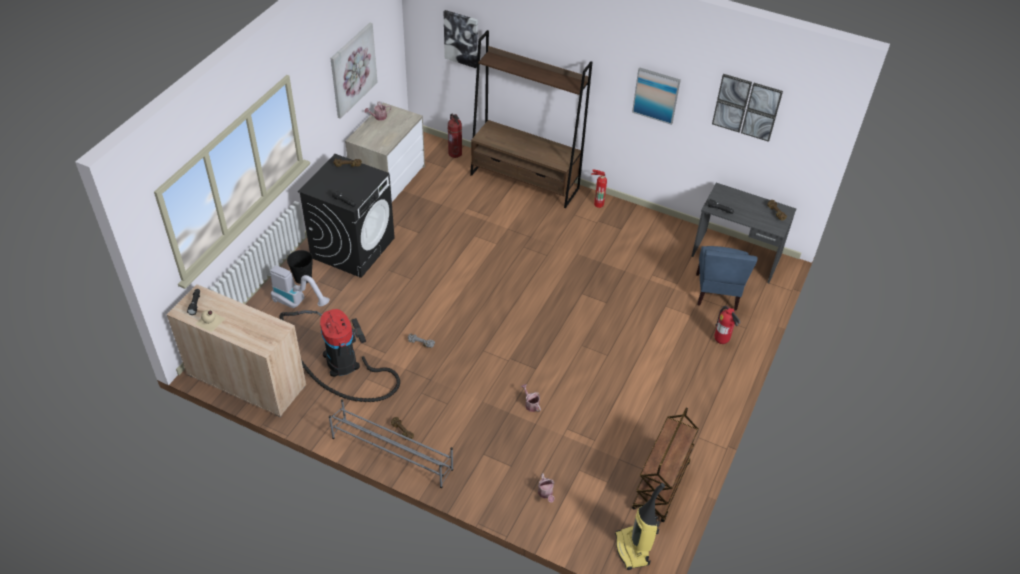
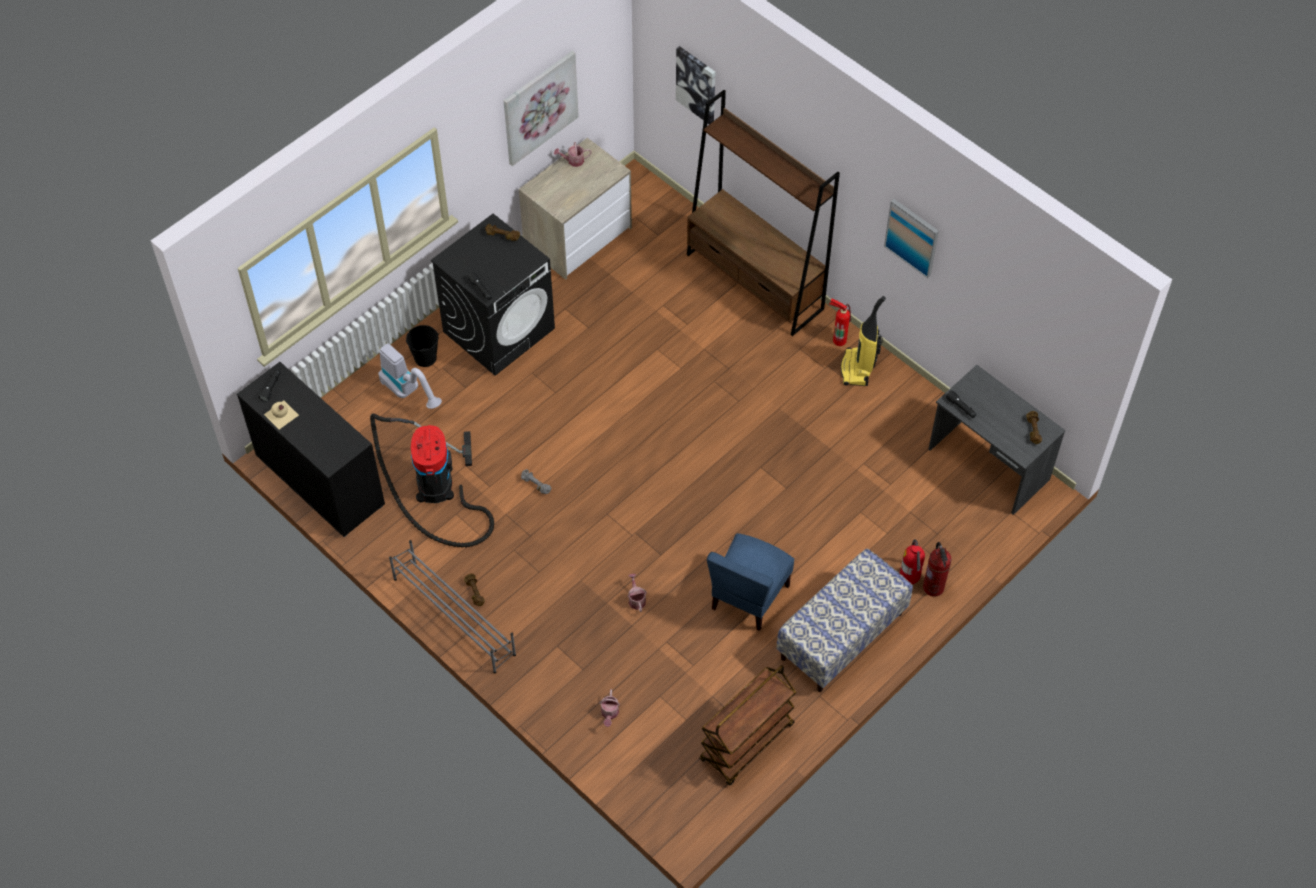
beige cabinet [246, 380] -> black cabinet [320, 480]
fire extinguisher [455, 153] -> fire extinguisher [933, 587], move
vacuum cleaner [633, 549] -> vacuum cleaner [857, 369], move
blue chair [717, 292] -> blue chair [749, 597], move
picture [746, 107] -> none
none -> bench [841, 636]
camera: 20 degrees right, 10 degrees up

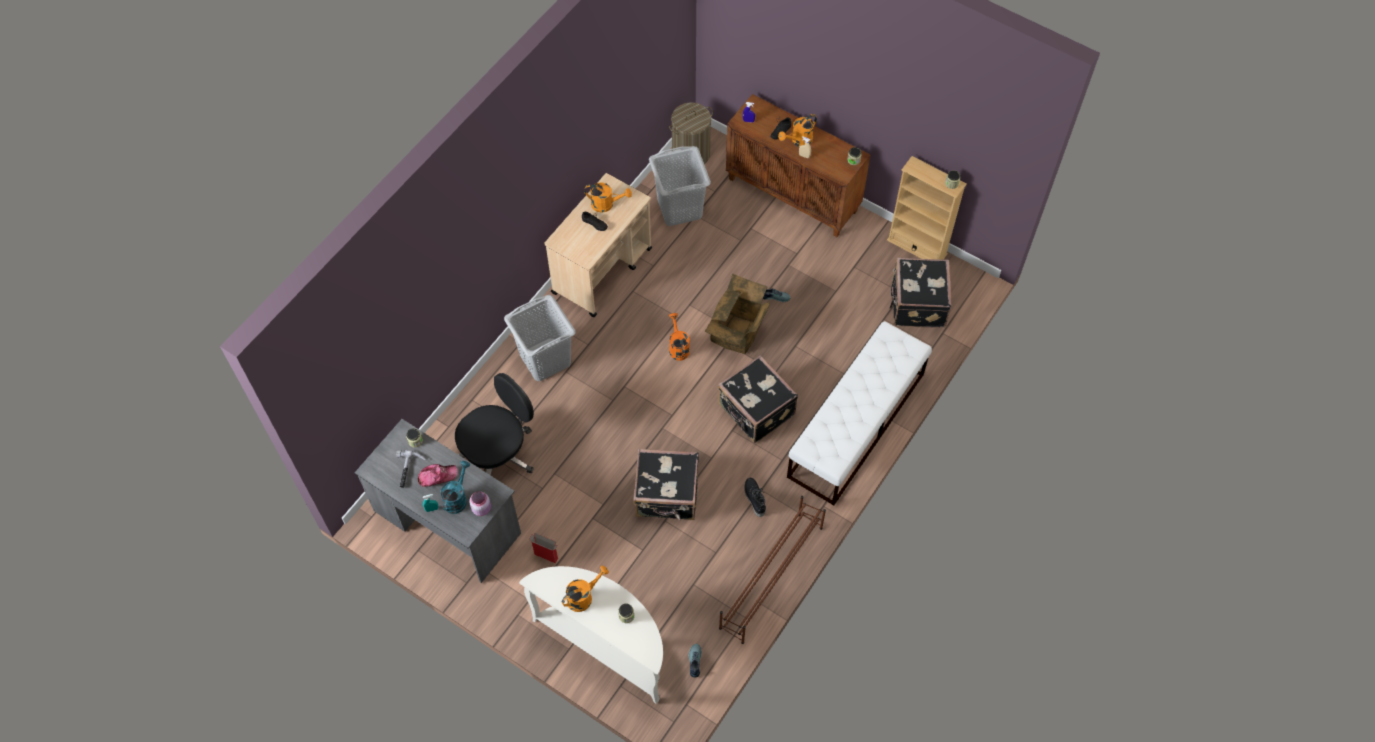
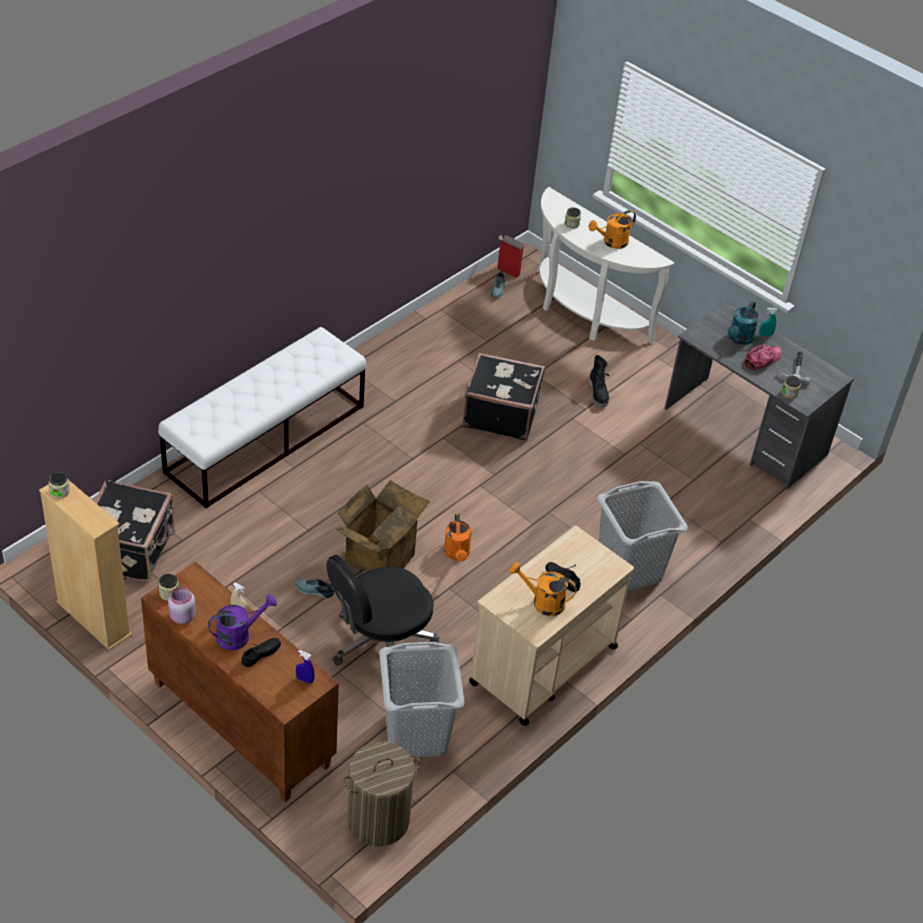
cap [437, 476] -> cap [762, 359], 150 degrees clockwise
black office chair [498, 453] -> black office chair [380, 643], move
pink jar [482, 508] -> pink jar [182, 617], move
cardboard box [546, 556] -> cardboard box [508, 271], move
black suitcase [755, 411] -> none
brown shoe rack [770, 577] -> none
black boot [754, 498] -> black boot [598, 394], move
orange watering can [798, 141] -> purple watering can [239, 635]
camera: 175 degrees left, 15 degrees down

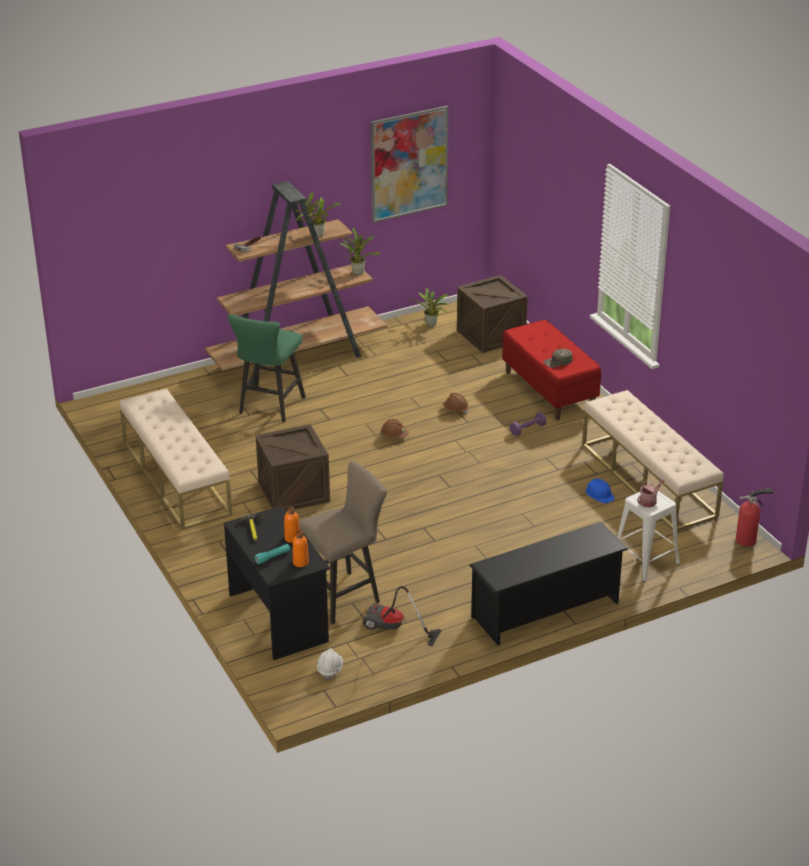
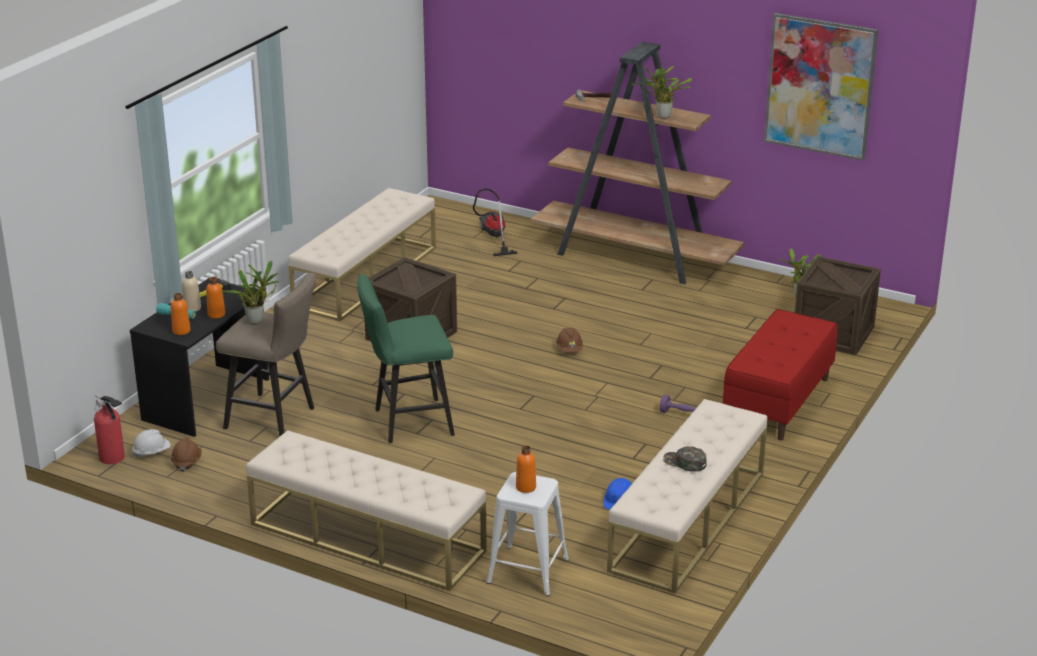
green stool [269, 408] -> green stool [407, 422], move
potted plant [358, 272] -> potted plant [257, 320], move
vacuum cleaner [393, 629] -> vacuum cleaner [493, 237], move
brown hard hat [455, 410] -> brown hard hat [187, 462], move
black shoe rack [546, 610] -> beige bench [366, 537]
green cap [558, 361] -> green cap [684, 462], move
watering can [649, 501] -> orange bottle [525, 487]
fire extinguisher [748, 540] -> fire extinguisher [113, 458], move
none -> beige bottle [192, 308]
camera: 55 degrees right, 5 degrees down

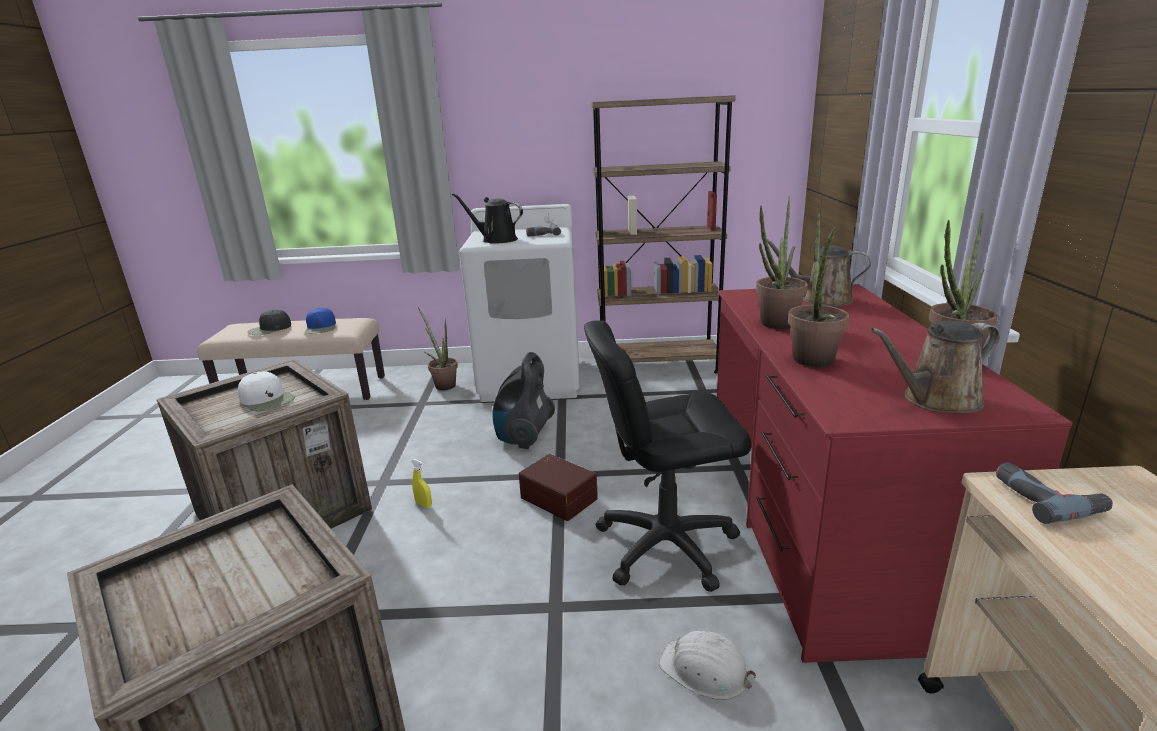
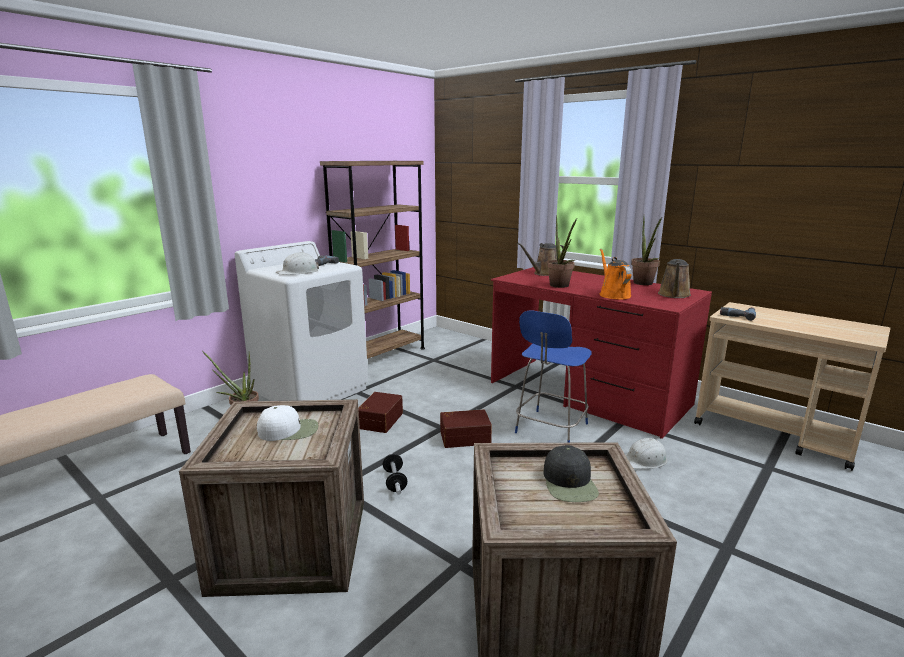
black cap [269, 329] -> black cap [570, 483], move
blue cap [321, 327] -> none
yellow spray bottle [424, 505] -> dumbbell [395, 481]
black watering can [496, 240] -> white hard hat [298, 272]
vacuum cleaner [524, 437] -> brown storage box [379, 420]
black office chair [666, 545] -> blue stool [550, 429]
potted plant [813, 363] -> orange watering can [613, 295]
camera: 50 degrees left, 5 degrees down

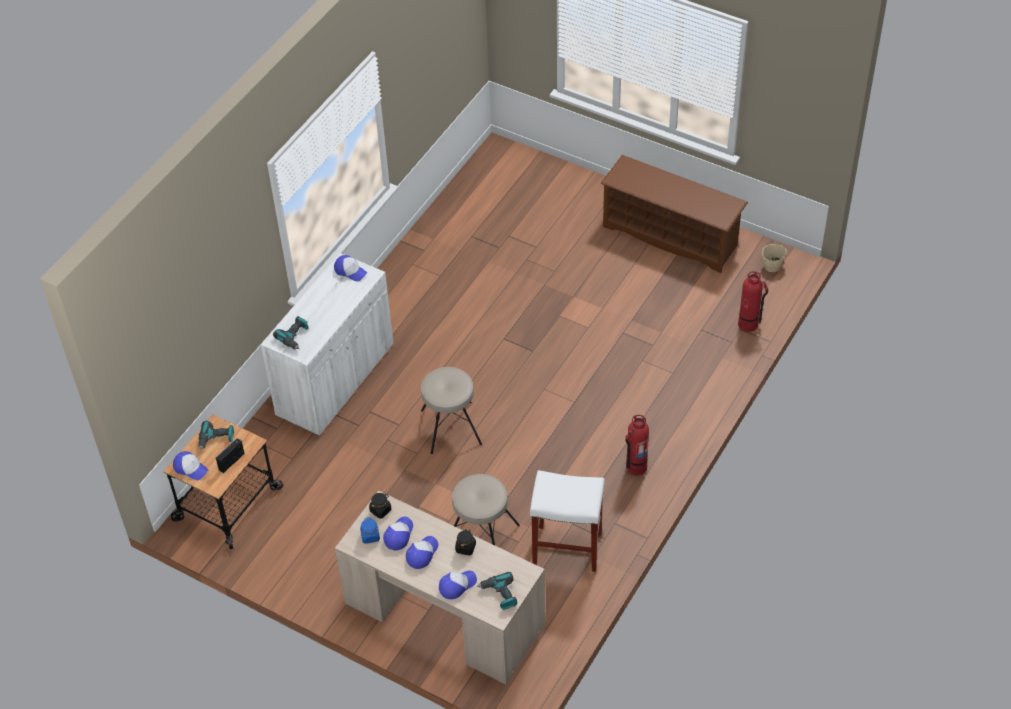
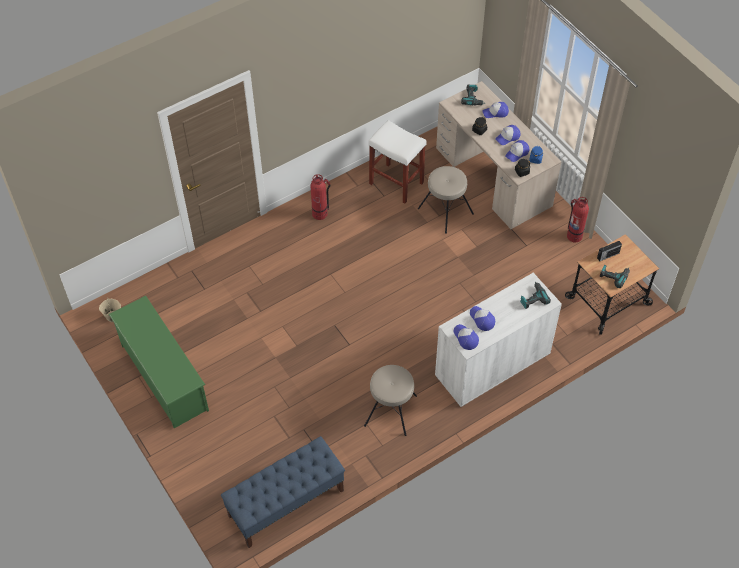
cap [190, 468] -> cap [482, 319], move
beige stool [450, 427] -> beige stool [391, 410], move
brown shoe rack [671, 236] -> green shoe rack [164, 377]
fire extinguisher [748, 324] -> fire extinguisher [574, 235], move
none -> blue bench [286, 503]
camera: 155 degrees left, 5 degrees up

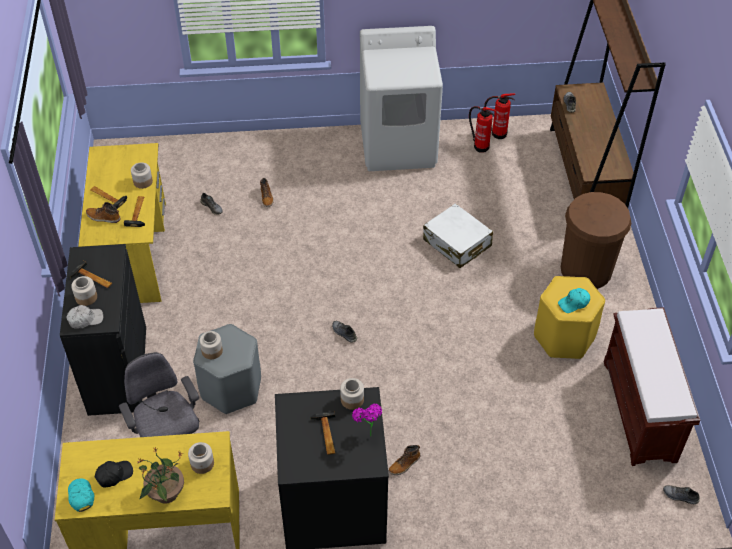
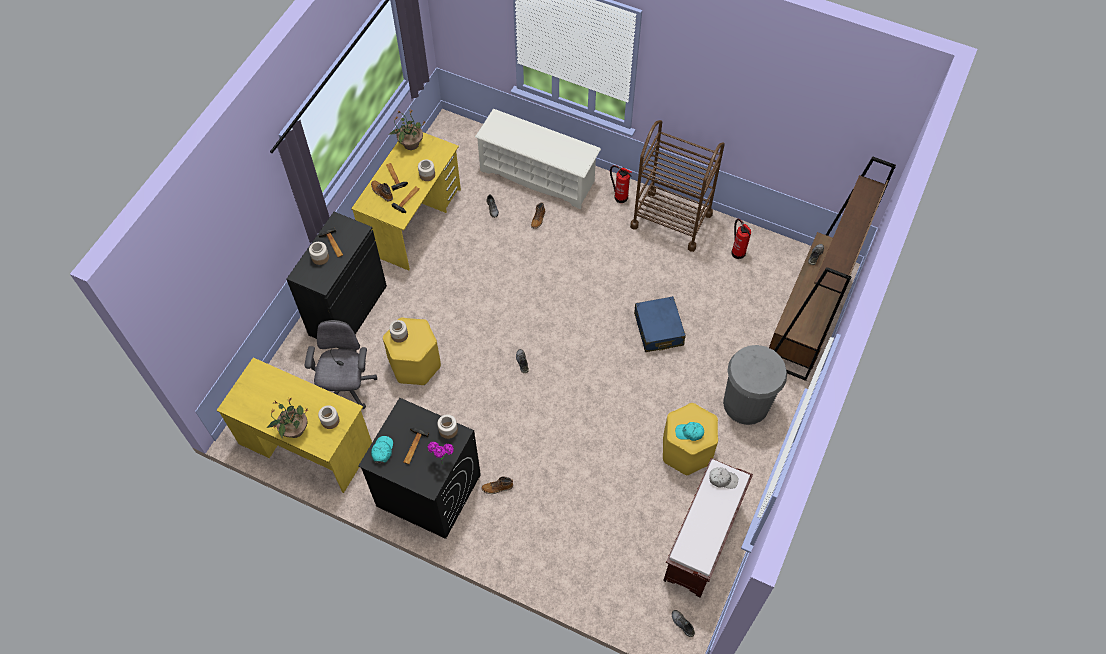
white cap [85, 319] -> white cap [722, 479], move
turquoise cap [81, 496] -> turquoise cap [382, 451], move
black cap [114, 475] -> none
grey stool [231, 388] -> yellow stool [415, 364]
white washing machine [398, 145] -> brown cart [671, 220]
white suitcase [457, 243] -> blue suitcase [658, 329]
fire extinguisher [497, 133] -> fire extinguisher [620, 196], move
brown trash can [586, 270] -> grey trash can [746, 403]
none -> potted plant [410, 144]
none -> white shoe rack [538, 176]
camera: 30 degrees right, 10 degrees up

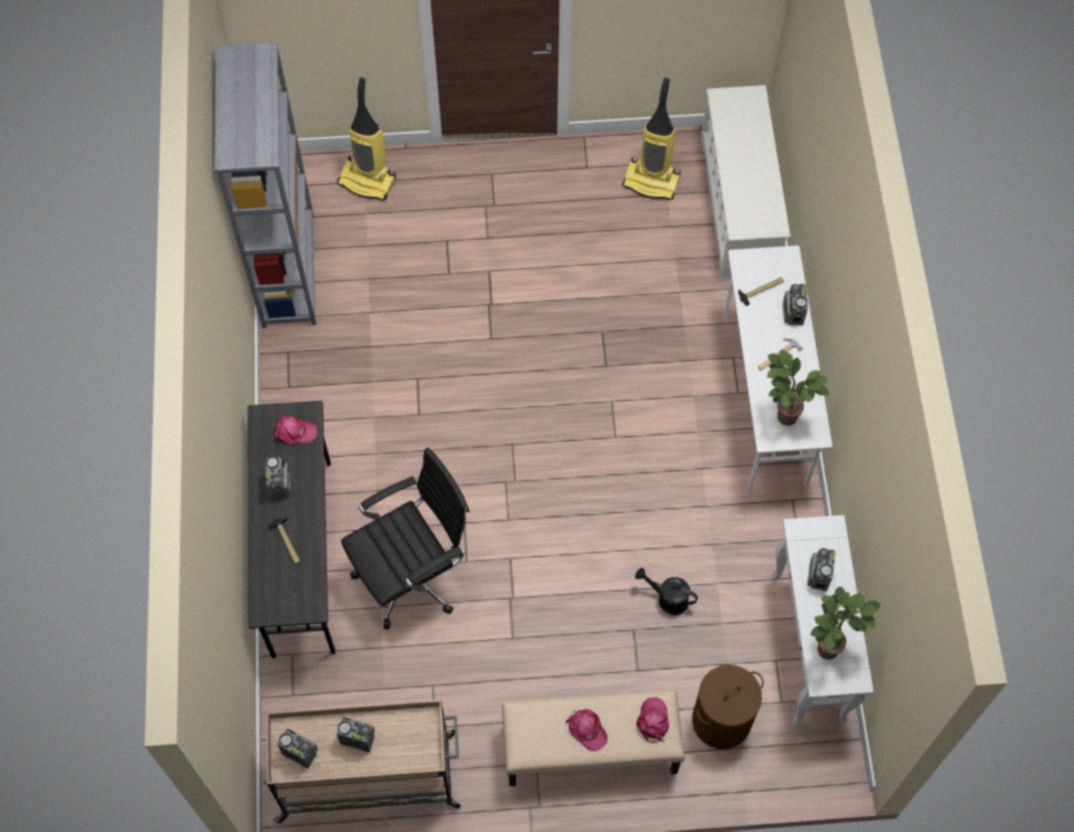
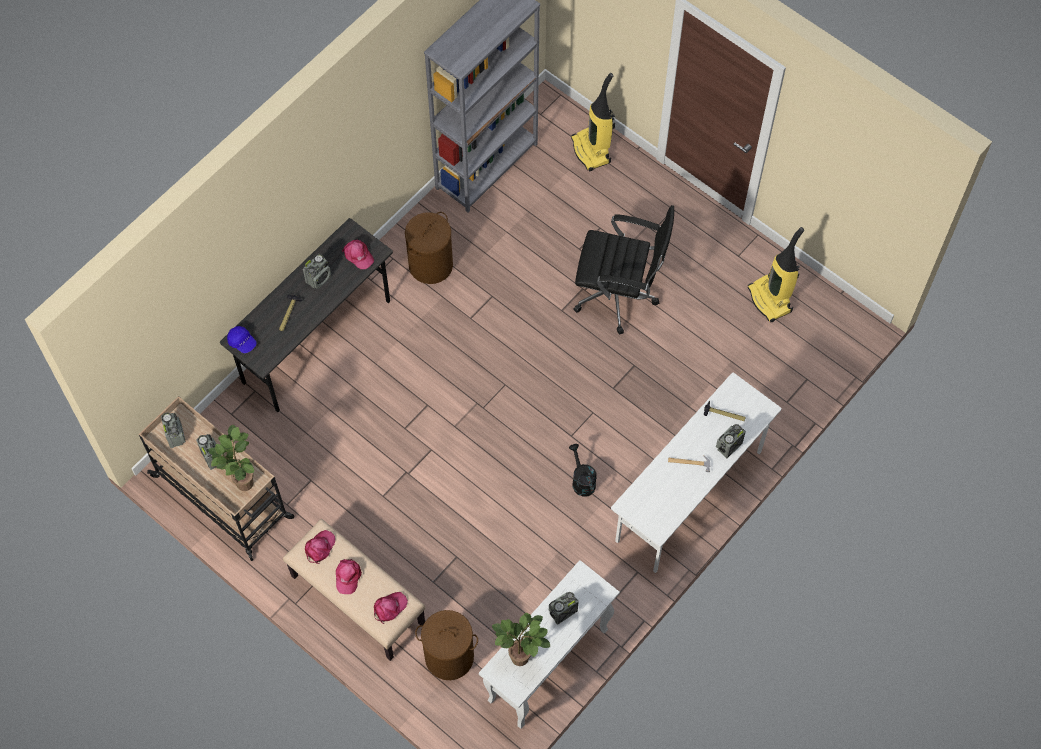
black office chair [413, 576] -> black office chair [619, 296], move
black watering can [667, 599] -> black watering can [582, 480], move
white shoe rack [738, 205] -> none
potted plant [783, 417] -> potted plant [242, 481], move
none -> blue cap [242, 342]
none -> pink cap [319, 547]
none -> brown laundry basket [431, 264]
camera: 45 degrees right, 0 degrees up

